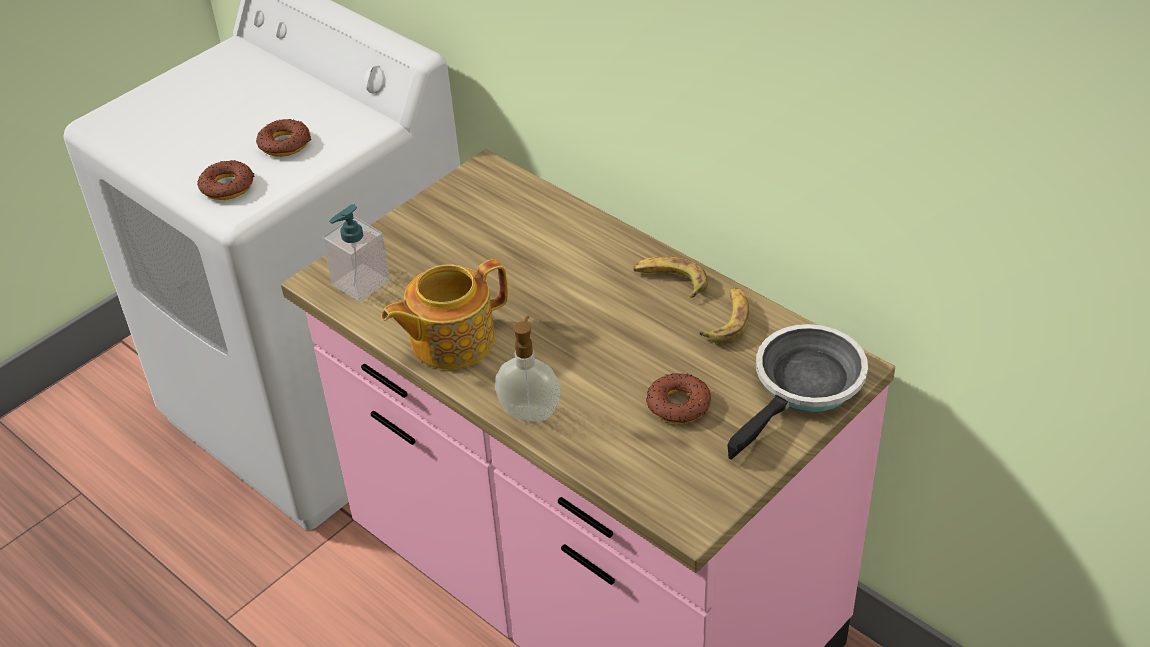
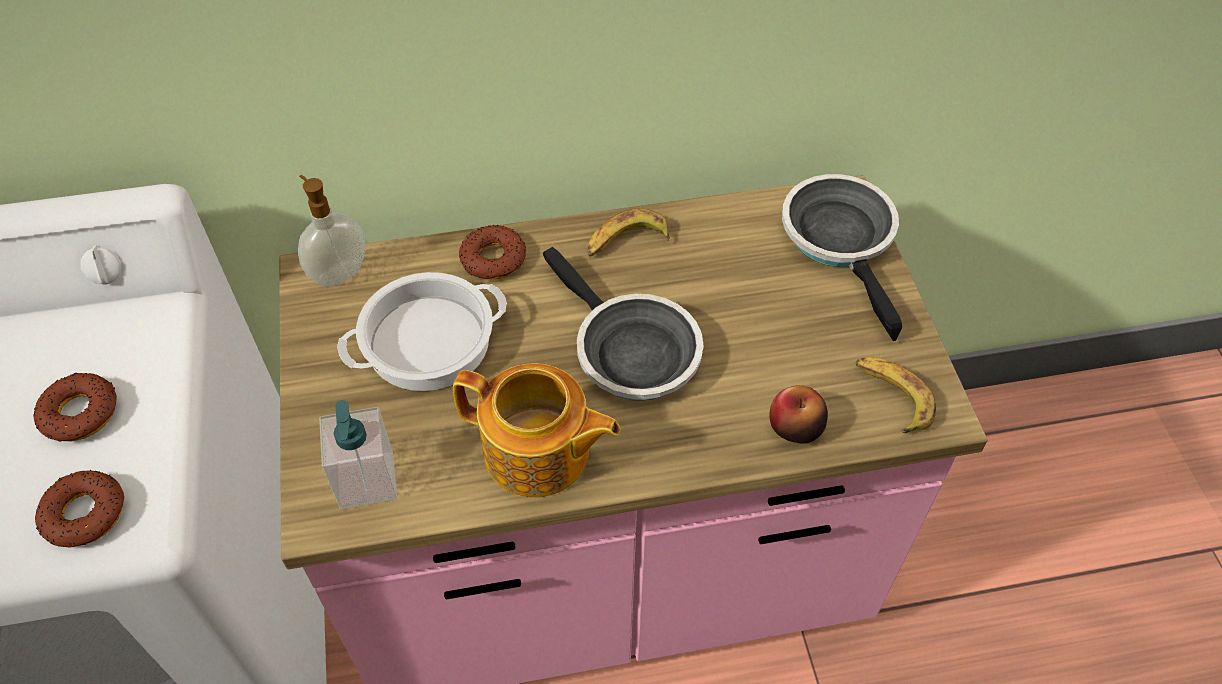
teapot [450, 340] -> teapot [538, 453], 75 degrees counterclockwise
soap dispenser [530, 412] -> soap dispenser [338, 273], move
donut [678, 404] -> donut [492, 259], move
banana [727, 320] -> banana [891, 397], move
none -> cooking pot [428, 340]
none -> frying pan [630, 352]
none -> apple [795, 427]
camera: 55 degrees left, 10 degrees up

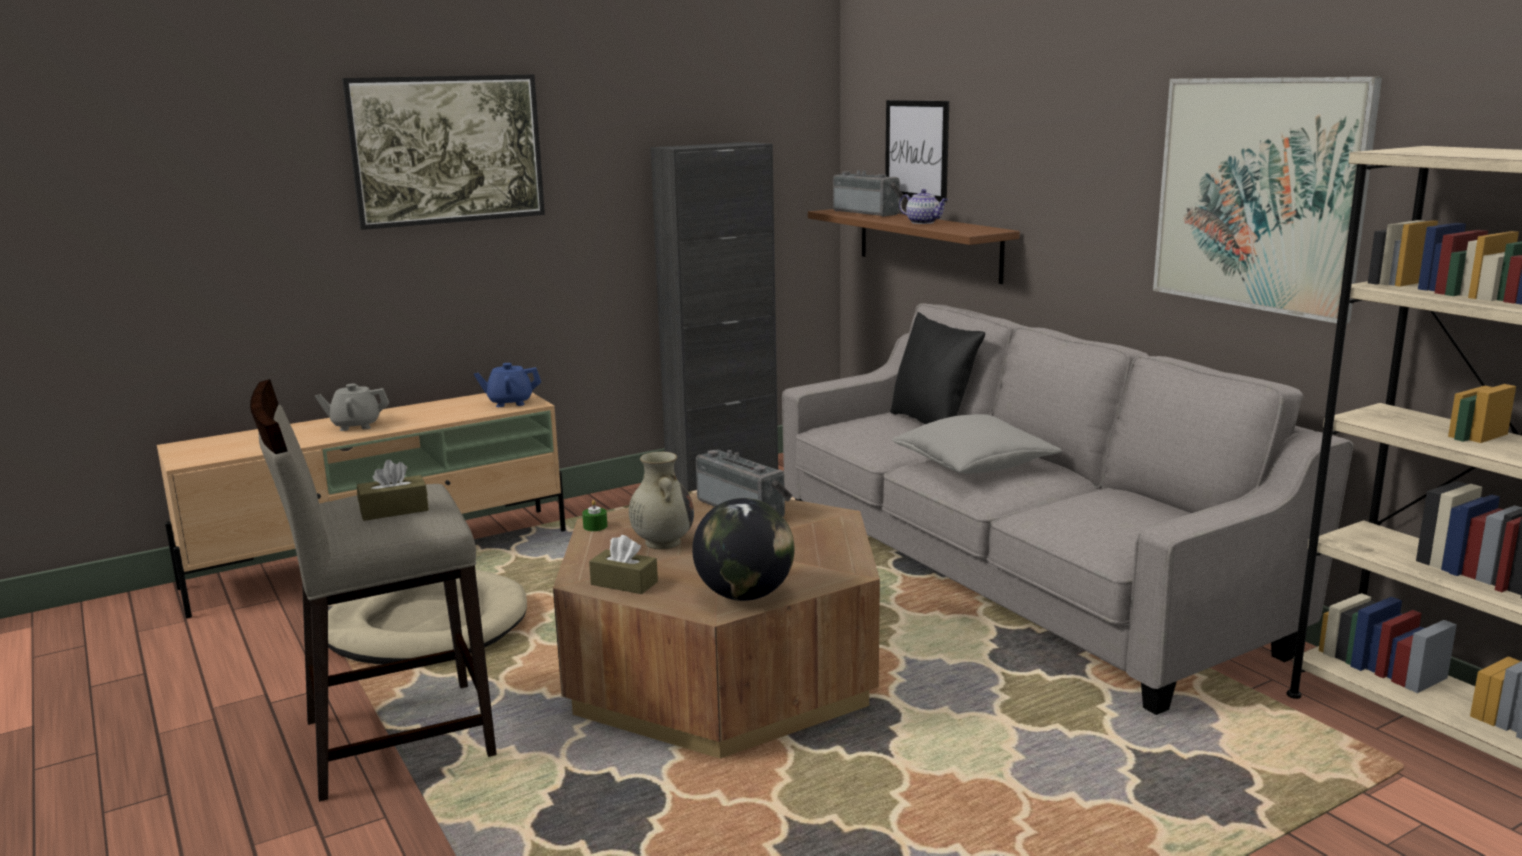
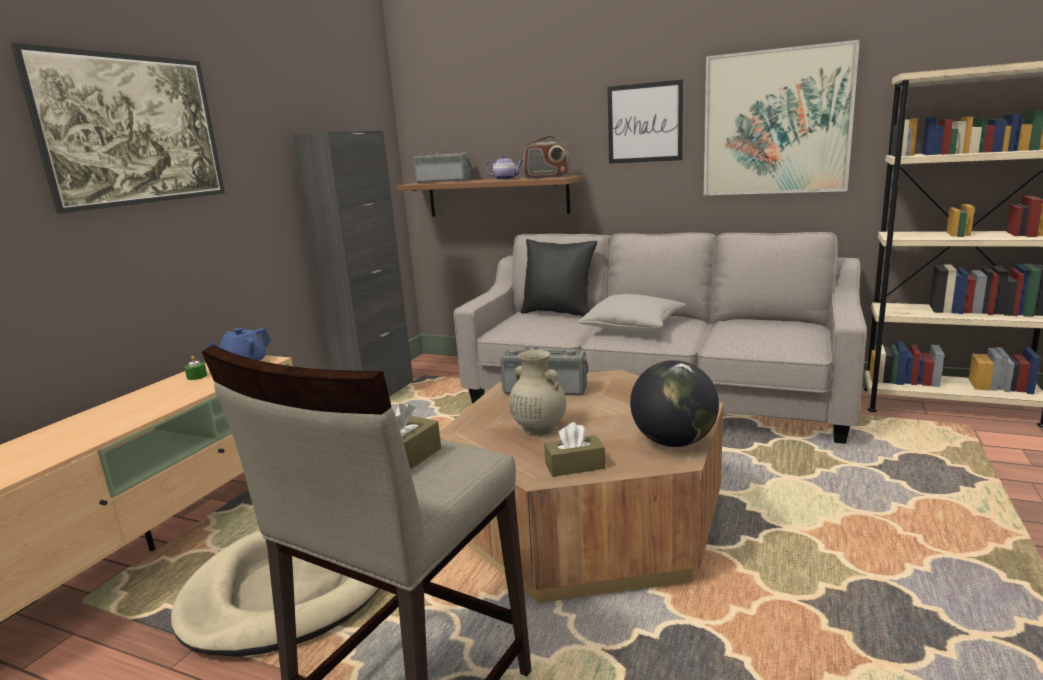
grey teapot [355, 426] -> none
green candle [595, 526] -> green candle [197, 376], move
picture [917, 150] -> picture [645, 123], move
none -> radio [547, 177]
camera: 35 degrees left, 0 degrees up

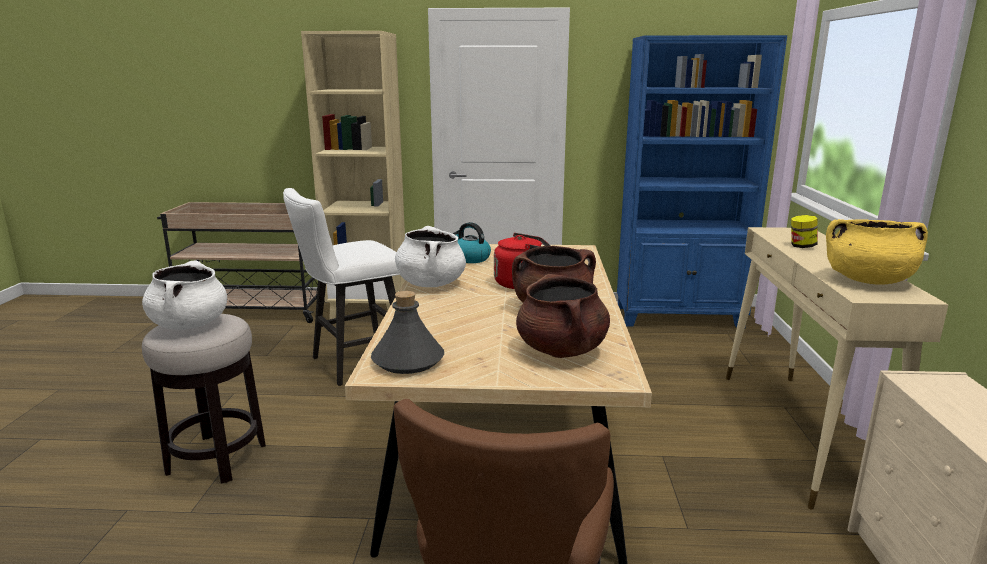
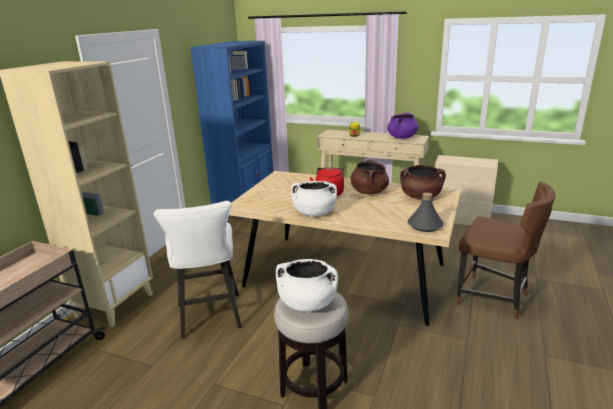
kettle [470, 259] -> none
yellow cooking pot [868, 280] -> purple cooking pot [402, 137]
camera: 70 degrees left, 5 degrees up

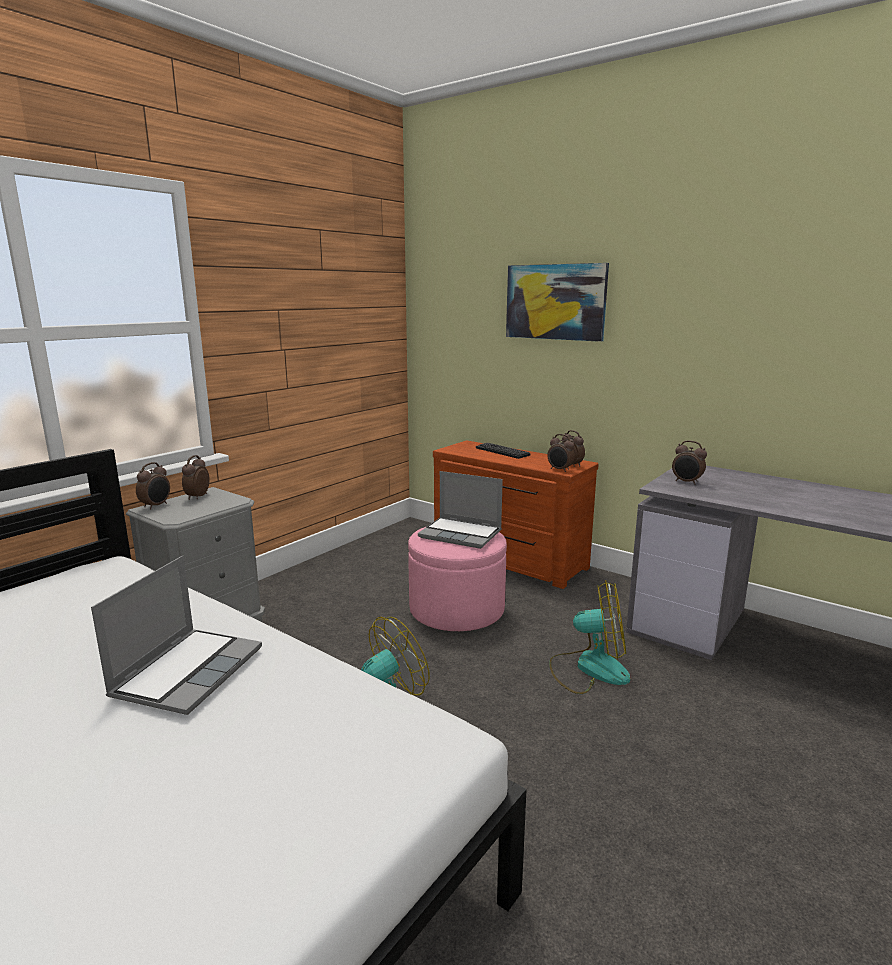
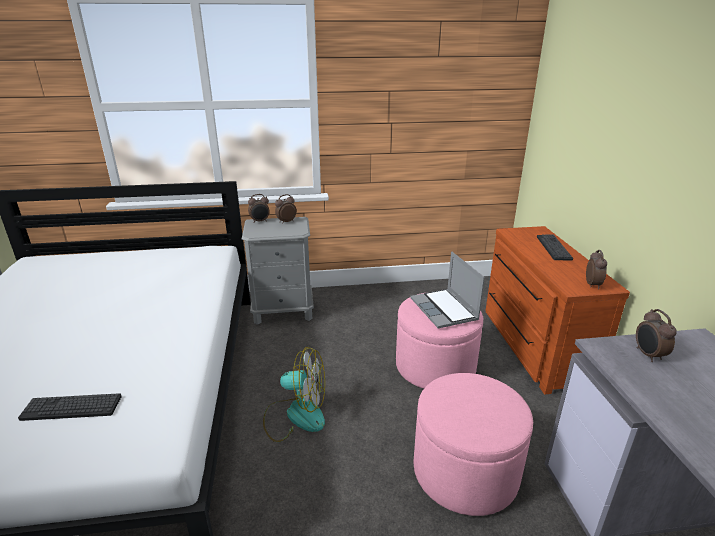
laptop [188, 671] -> none
picture [555, 302] -> none
alarm clock [560, 470] -> none
fan [589, 668] -> pink ottoman [465, 471]
none -> keyboard [71, 408]
camera: 45 degrees right, 10 degrees up

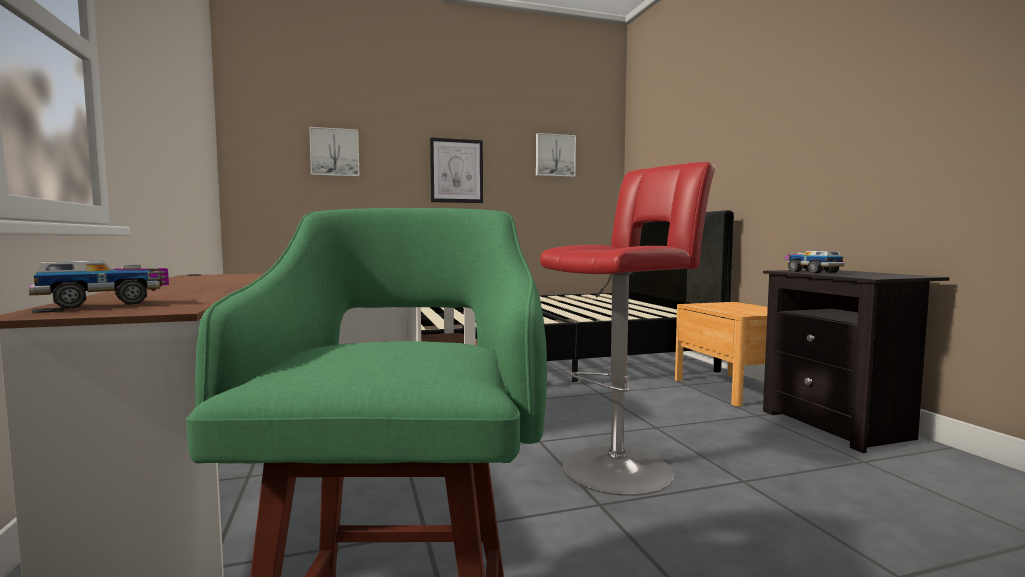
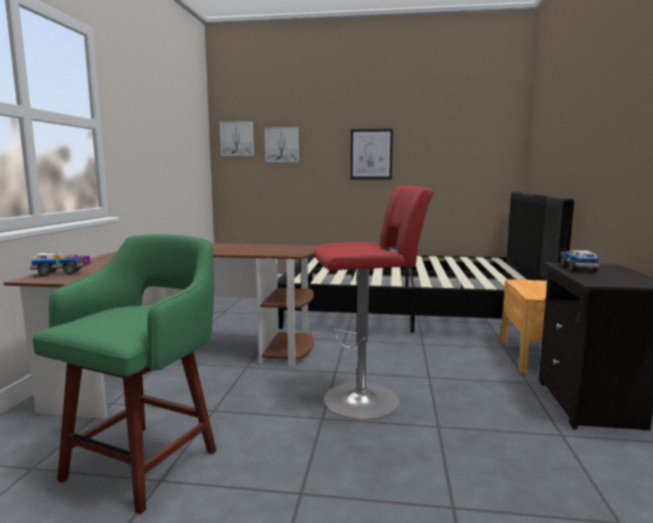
picture [555, 155] -> picture [237, 139], move
camera: 25 degrees right, 5 degrees up

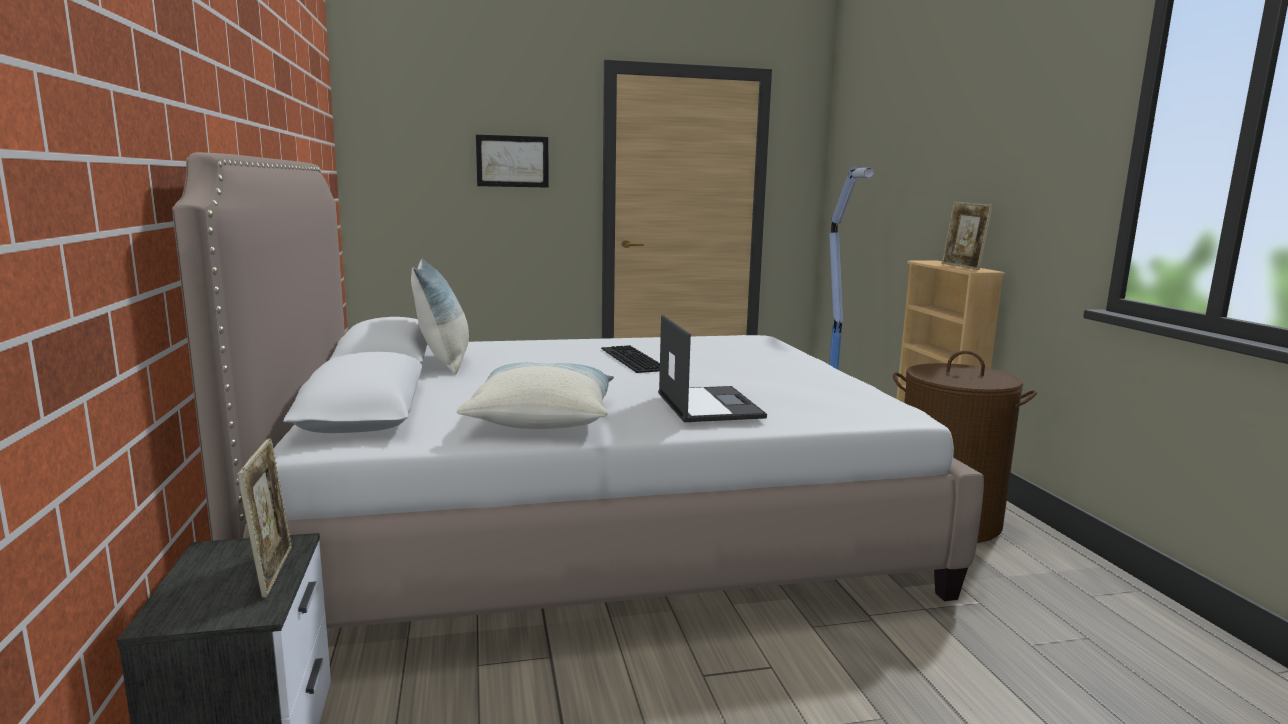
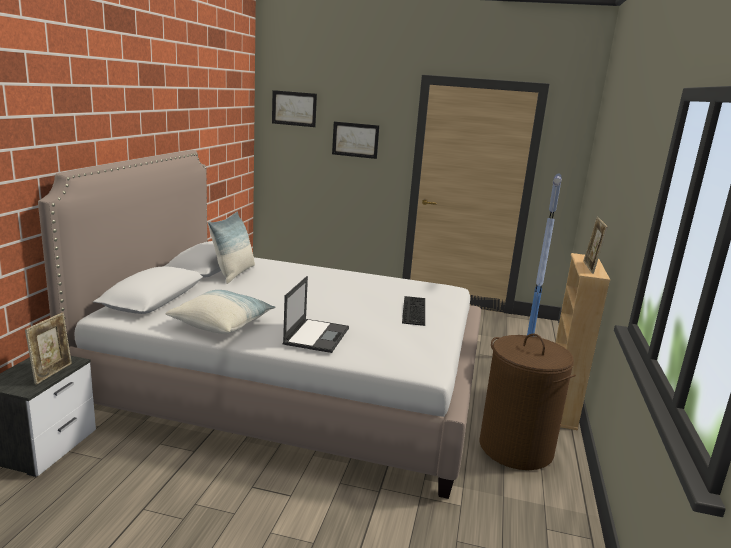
keyboard [631, 359] -> keyboard [412, 310], move
none -> picture [294, 108]
camera: 25 degrees right, 5 degrees up

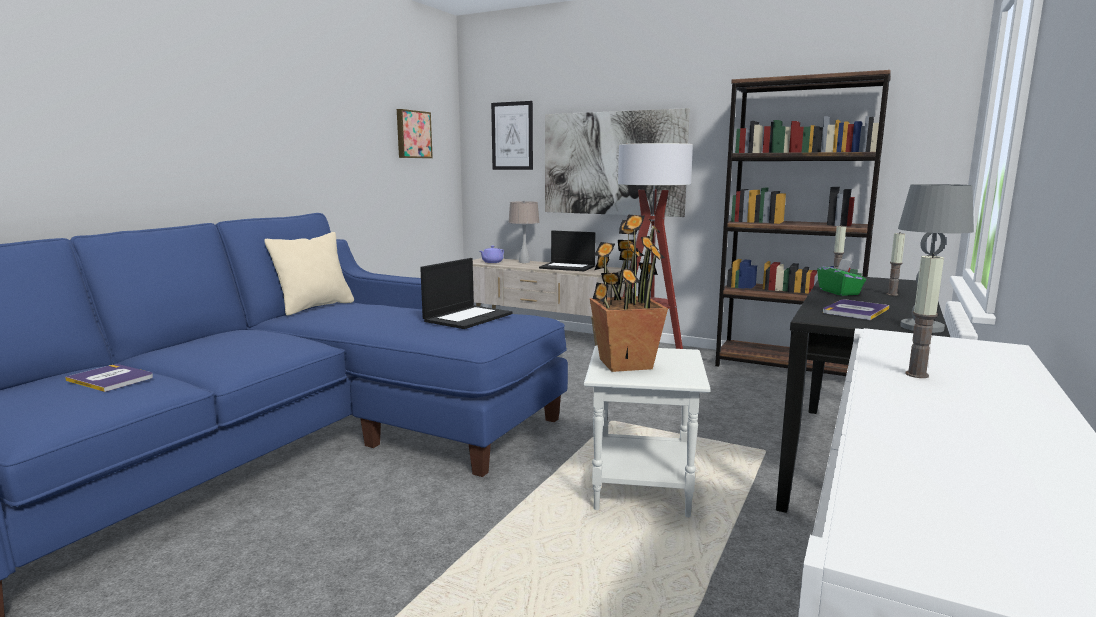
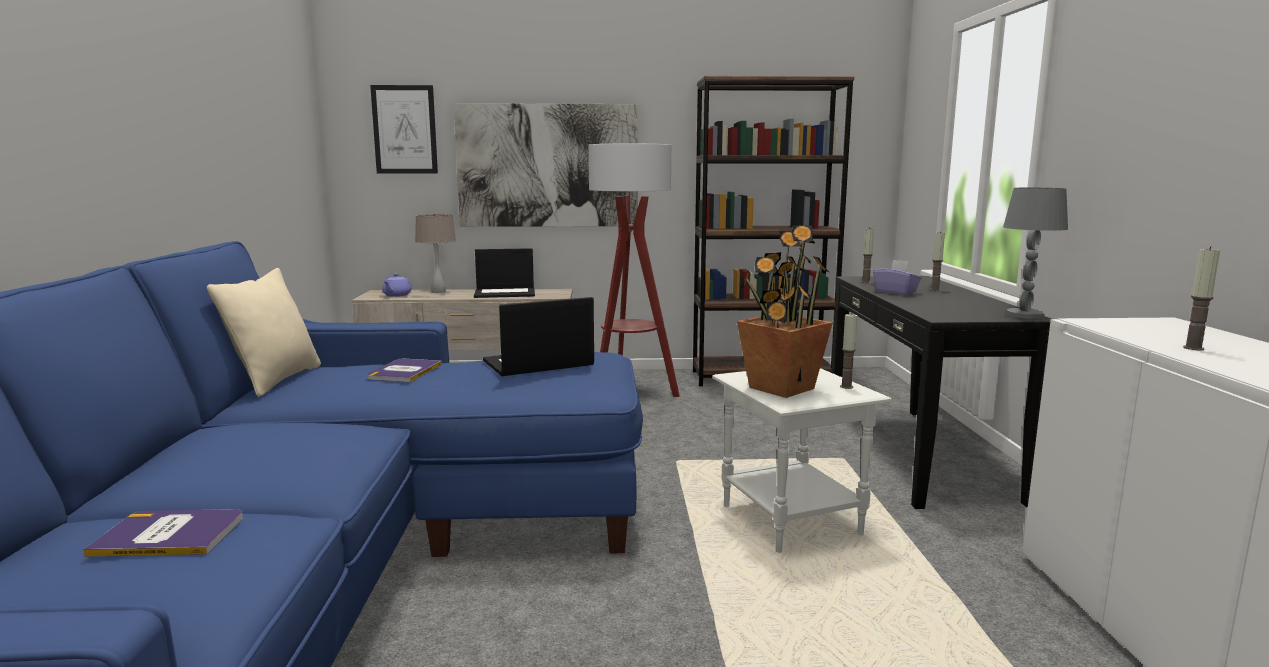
picture [412, 134] -> none
laptop [468, 317] -> laptop [537, 363], 120 degrees counterclockwise
green tissue box [839, 292] -> purple tissue box [896, 292]
book [855, 311] -> book [404, 371], move
none -> candle [846, 387]
camera: 30 degrees left, 0 degrees up

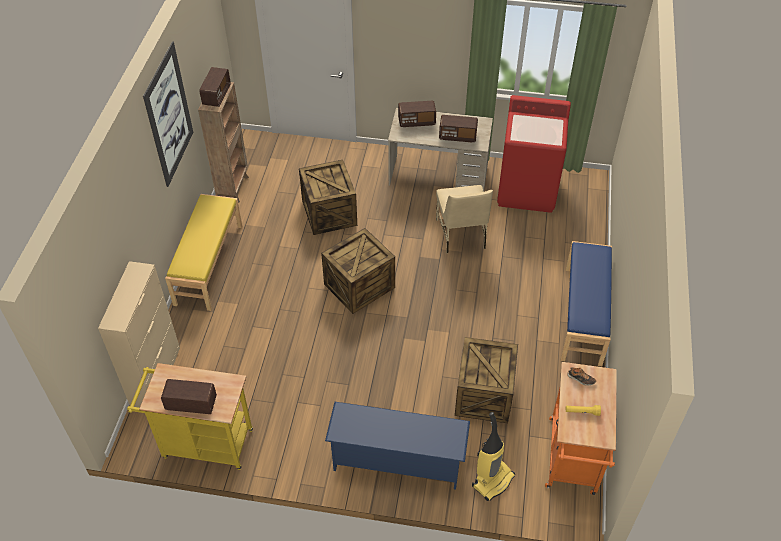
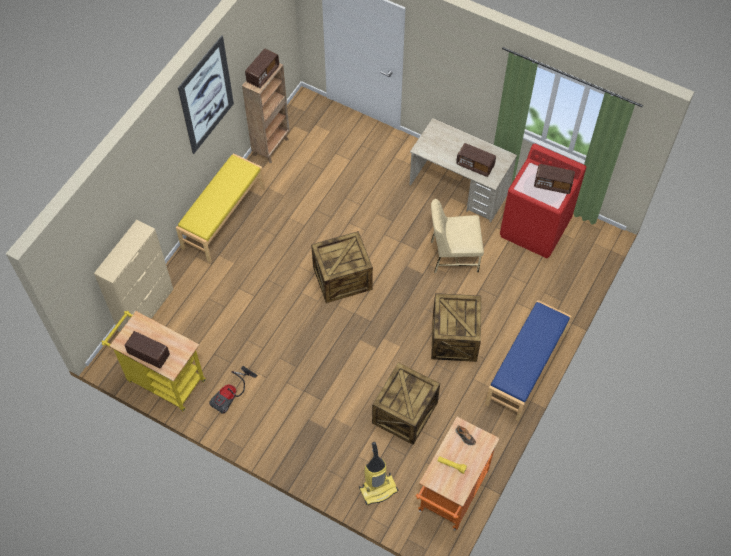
crate [328, 212] -> crate [453, 337], move
blue shoe rack [397, 461] -> none
radio [416, 121] -> radio [552, 185], move
beige chair [461, 234] -> beige chair [453, 255], 75 degrees clockwise
none -> vacuum cleaner [232, 396]
camera: 20 degrees right, 10 degrees up

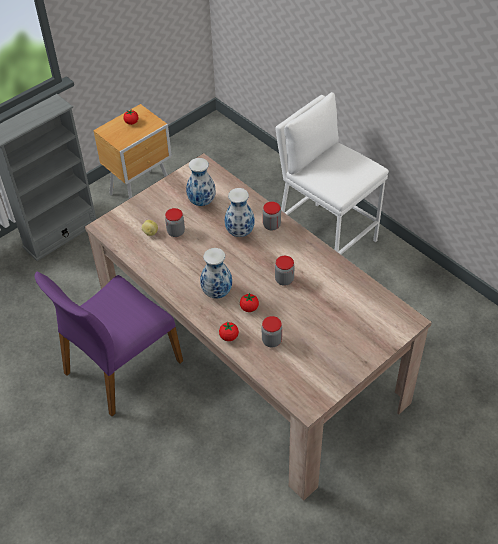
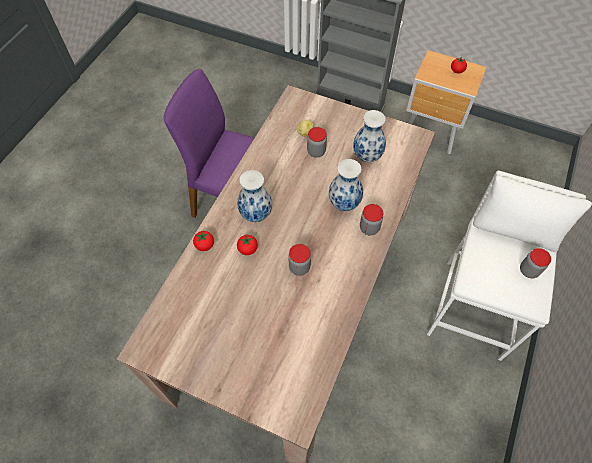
jar [271, 341] -> jar [528, 270], move
camera: 65 degrees right, 10 degrees up

